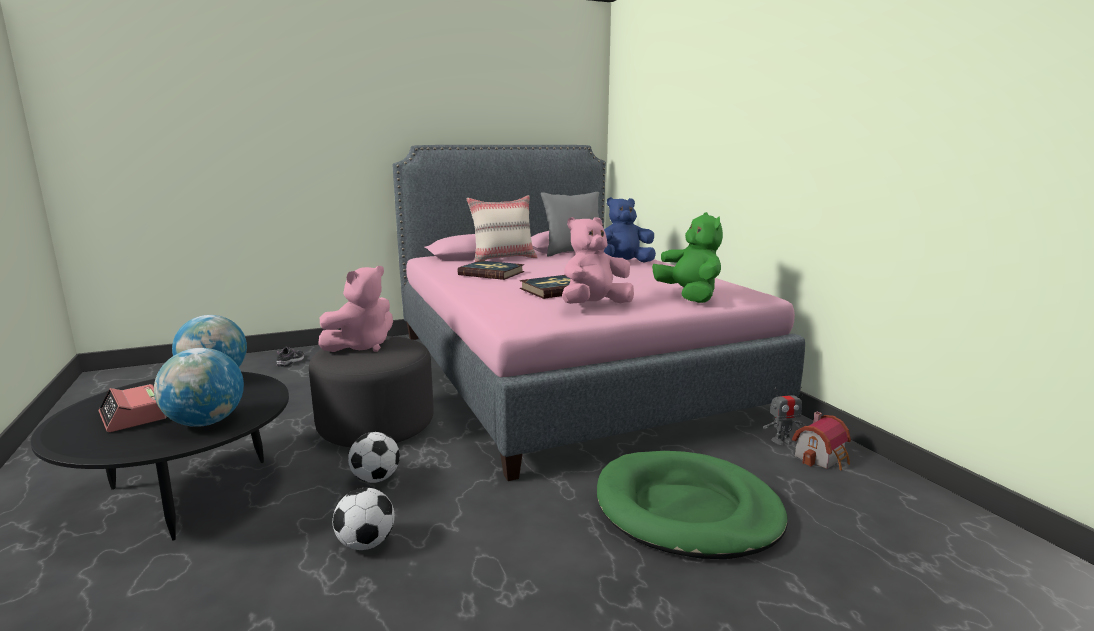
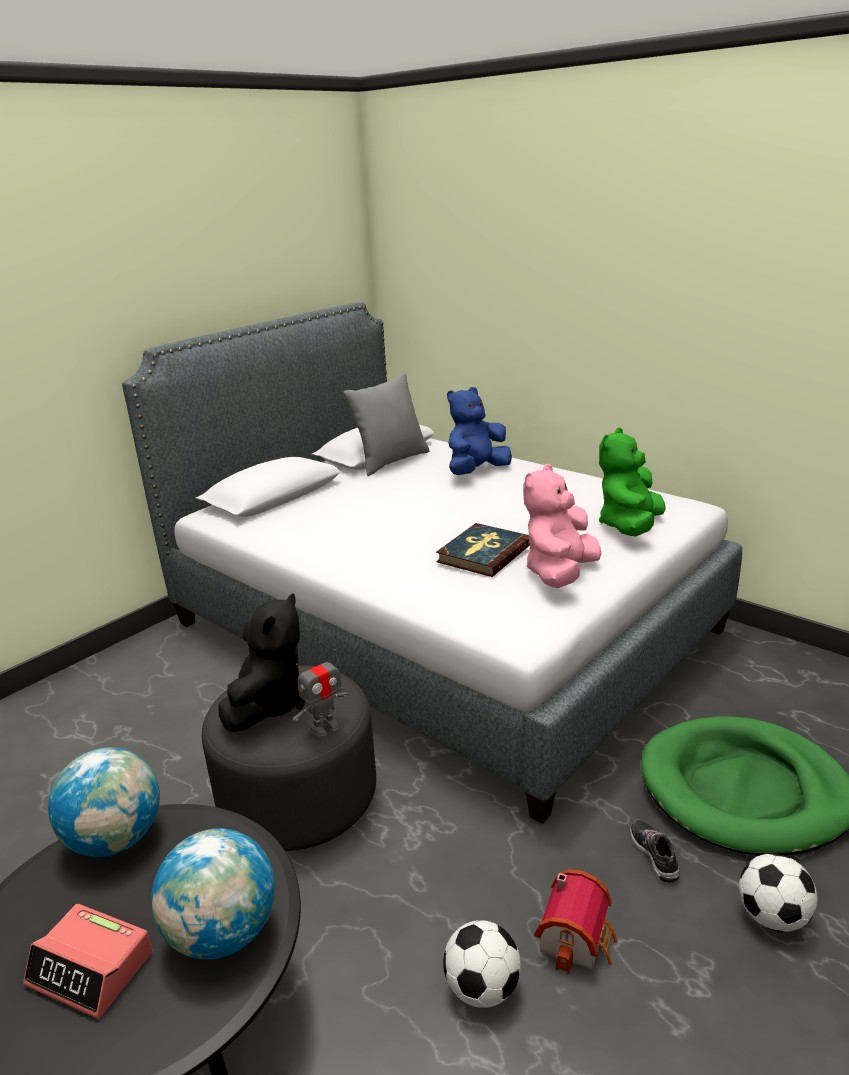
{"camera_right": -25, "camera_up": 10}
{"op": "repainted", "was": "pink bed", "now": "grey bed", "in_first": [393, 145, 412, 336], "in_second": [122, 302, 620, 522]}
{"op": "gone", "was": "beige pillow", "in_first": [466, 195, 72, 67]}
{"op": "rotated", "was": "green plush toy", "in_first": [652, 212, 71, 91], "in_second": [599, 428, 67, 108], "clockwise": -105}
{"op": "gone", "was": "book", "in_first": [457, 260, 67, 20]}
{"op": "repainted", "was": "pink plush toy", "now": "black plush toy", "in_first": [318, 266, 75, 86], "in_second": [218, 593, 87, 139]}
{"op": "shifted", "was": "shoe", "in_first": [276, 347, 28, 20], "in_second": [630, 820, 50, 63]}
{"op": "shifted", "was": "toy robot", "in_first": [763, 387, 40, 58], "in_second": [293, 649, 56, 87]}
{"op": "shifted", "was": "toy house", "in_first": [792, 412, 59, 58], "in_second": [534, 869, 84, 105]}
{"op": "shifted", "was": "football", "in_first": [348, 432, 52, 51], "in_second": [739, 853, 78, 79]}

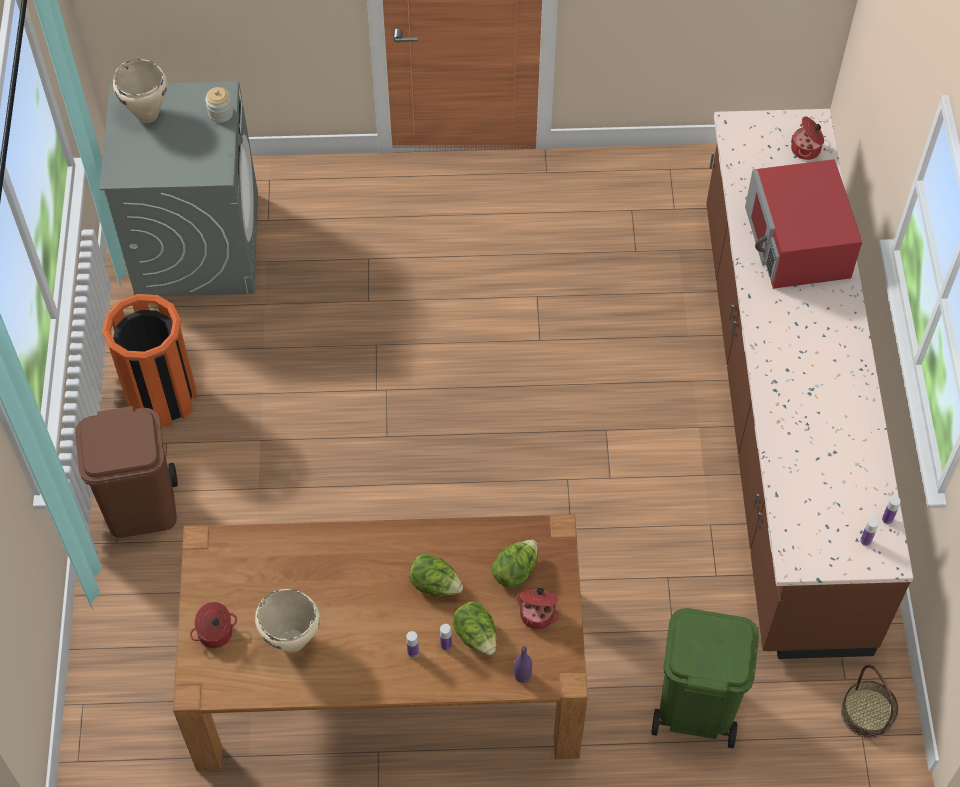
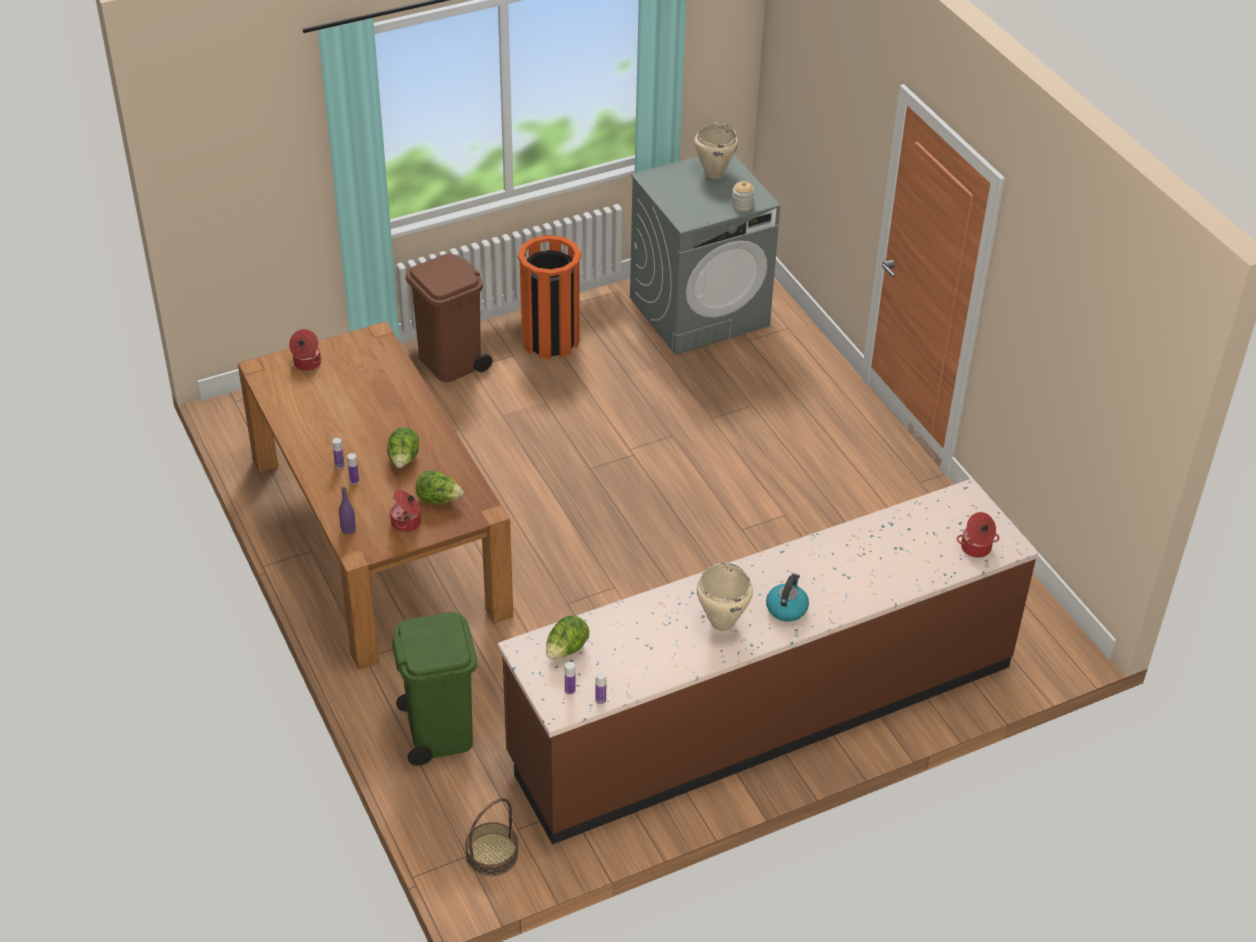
{"camera_right": 65, "camera_up": -15}
{"op": "gone", "was": "red microwave", "in_first": [745, 159, 117, 130]}
{"op": "shifted", "was": "beige cooking pot", "in_first": [255, 589, 65, 64], "in_second": [697, 563, 56, 68]}
{"op": "shifted", "was": "lettuce", "in_first": [453, 601, 44, 54], "in_second": [546, 616, 43, 43]}
{"op": "new", "now": "kettle", "in_second": [766, 573, 43, 49]}

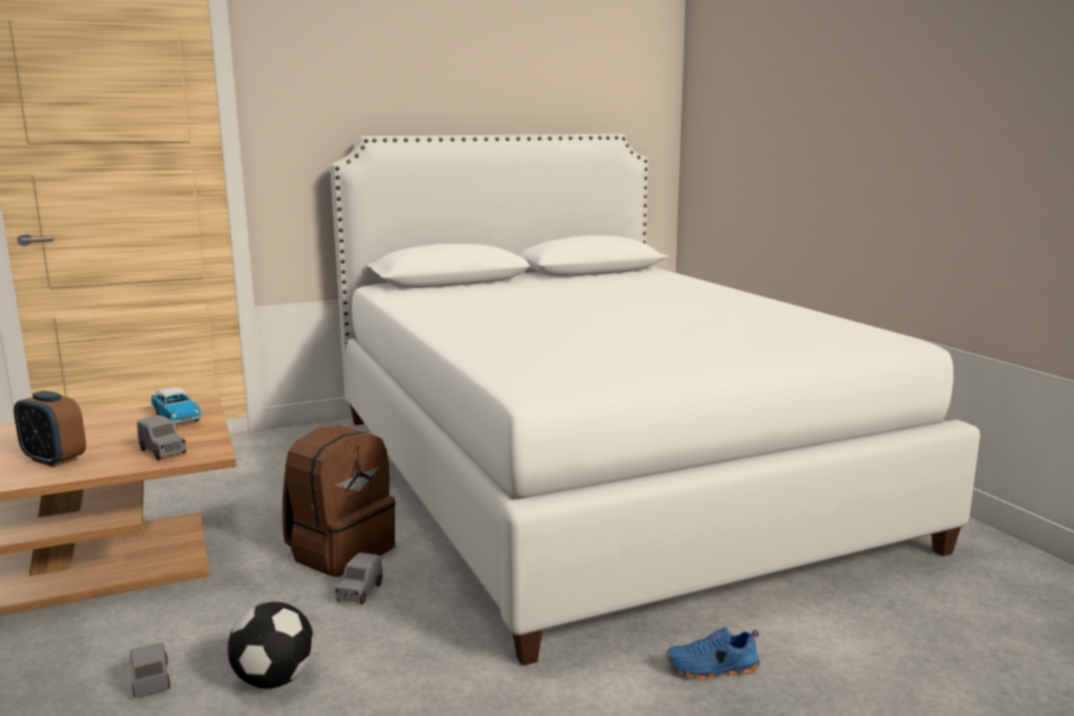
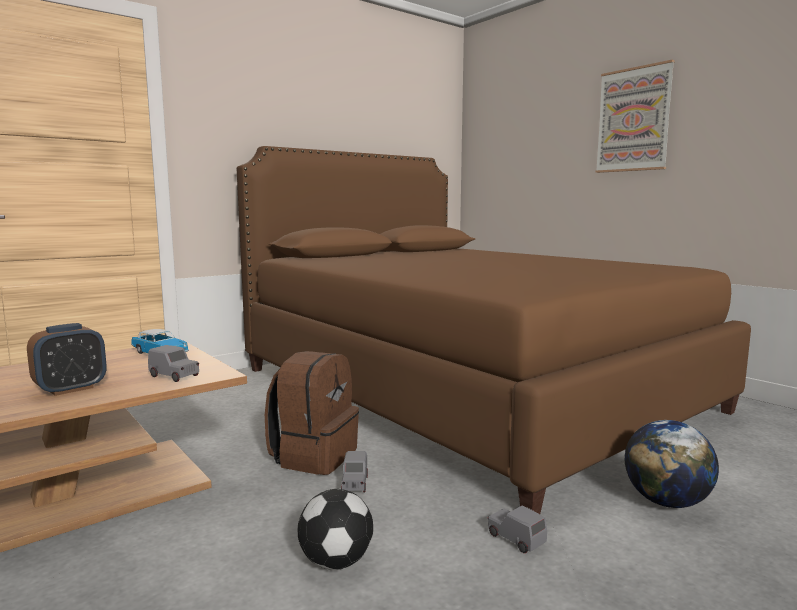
{"camera_right": -15, "camera_up": -5}
{"op": "repainted", "was": "white bed", "now": "brown bed", "in_first": [330, 134, 650, 532], "in_second": [237, 146, 514, 368]}
{"op": "rotated", "was": "alarm clock", "in_first": [14, 391, 72, 76], "in_second": [27, 323, 80, 73], "clockwise": -60}
{"op": "swapped", "was": "blue shoe", "now": "globe", "in_first": [666, 627, 94, 53], "in_second": [625, 420, 94, 88]}
{"op": "shifted", "was": "grey toy car", "in_first": [130, 642, 40, 55], "in_second": [488, 505, 59, 48]}
{"op": "new", "now": "picture", "in_second": [595, 60, 80, 113]}

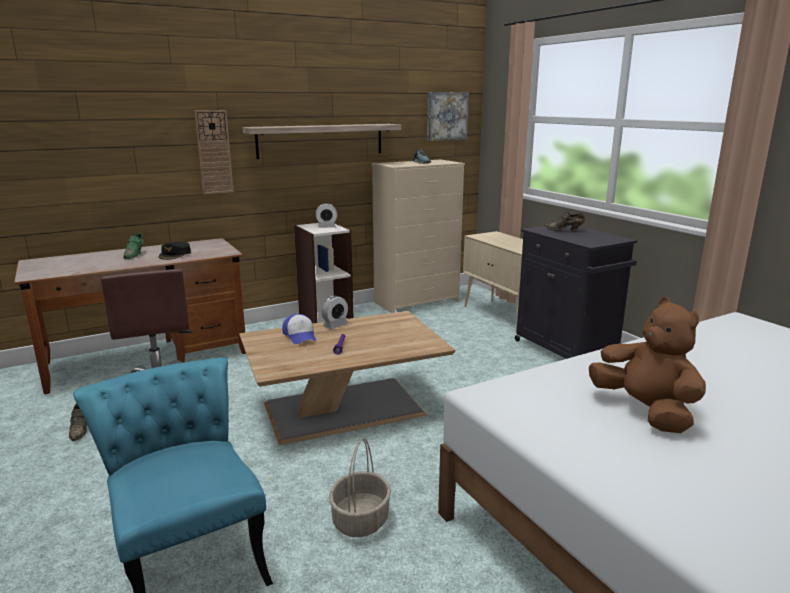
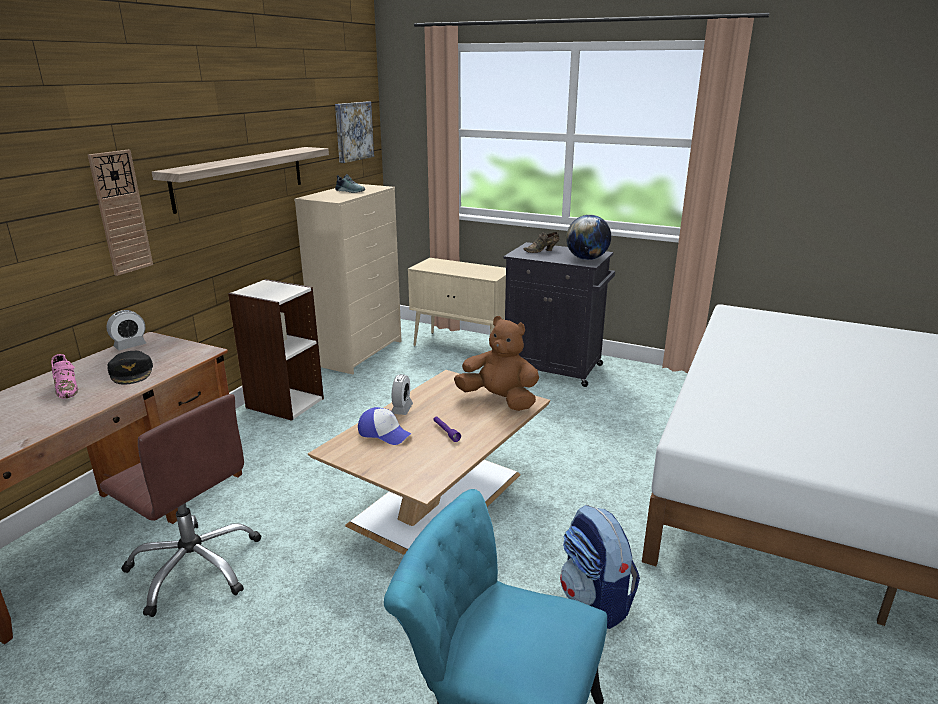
{"camera_right": -35, "camera_up": 5}
{"op": "shifted", "was": "alarm clock", "in_first": [315, 203, 22, 25], "in_second": [106, 310, 40, 40]}
{"op": "repainted", "was": "green shoe", "now": "pink shoe", "in_first": [123, 233, 21, 26], "in_second": [51, 354, 27, 45]}
{"op": "shifted", "was": "brown plush toy", "in_first": [589, 297, 117, 136], "in_second": [454, 316, 85, 95]}
{"op": "gone", "was": "brown shoe", "in_first": [69, 403, 18, 38]}
{"op": "swapped", "was": "basket", "now": "backpack", "in_first": [329, 438, 62, 99], "in_second": [560, 505, 80, 124]}
{"op": "new", "now": "globe", "in_second": [566, 215, 45, 45]}

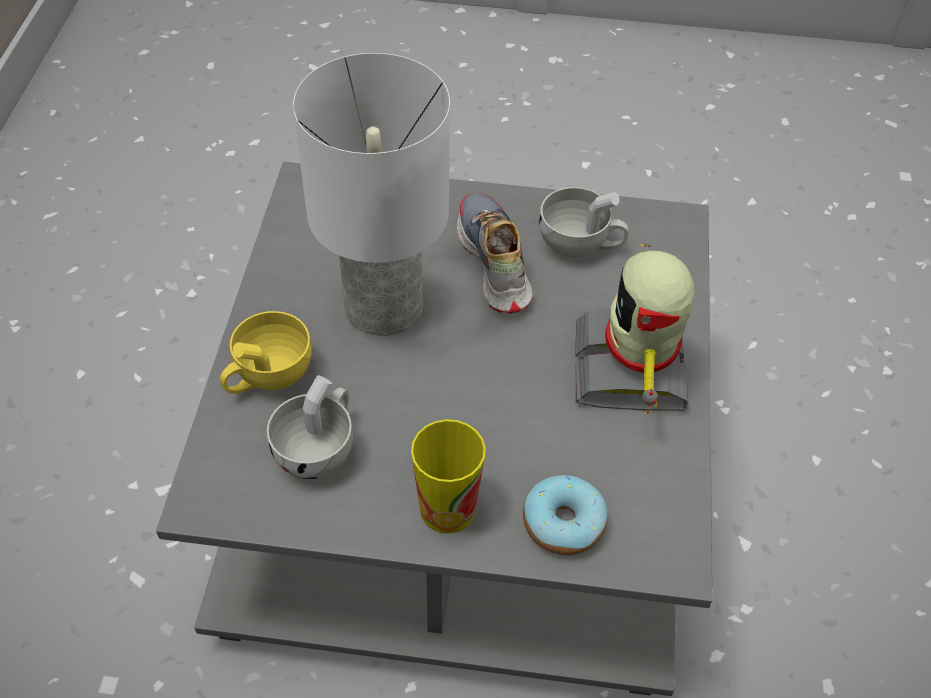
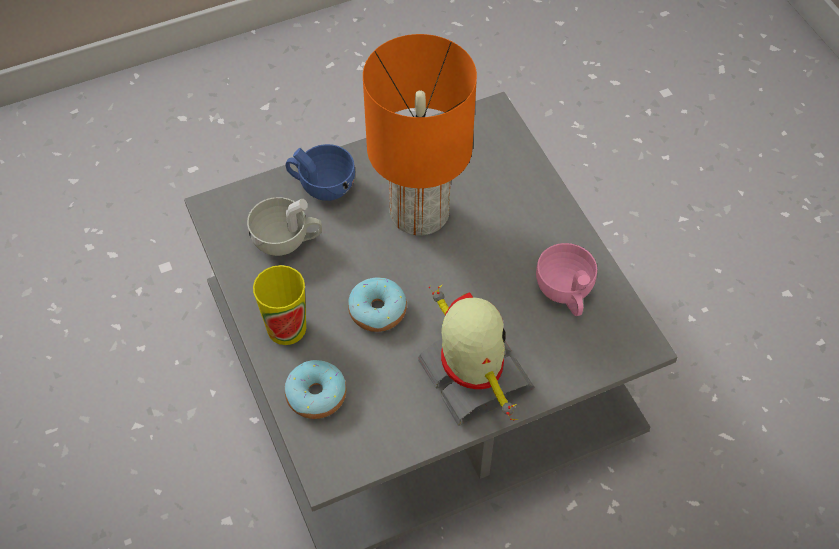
{"camera_right": 60, "camera_up": 5}
{"op": "repainted", "was": "white table lamp", "now": "orange table lamp", "in_first": [293, 53, 157, 283], "in_second": [363, 34, 114, 202]}
{"op": "repainted", "was": "white cup", "now": "pink cup", "in_first": [539, 187, 90, 71], "in_second": [536, 243, 61, 73]}
{"op": "gone", "was": "shoe", "in_first": [457, 193, 76, 121]}
{"op": "rotated", "was": "toy robot", "in_first": [575, 243, 120, 171], "in_second": [418, 284, 116, 142], "clockwise": 90}
{"op": "repainted", "was": "yellow cup", "now": "blue cup", "in_first": [220, 311, 92, 83], "in_second": [286, 144, 69, 57]}
{"op": "new", "now": "donut", "in_second": [348, 277, 59, 55]}

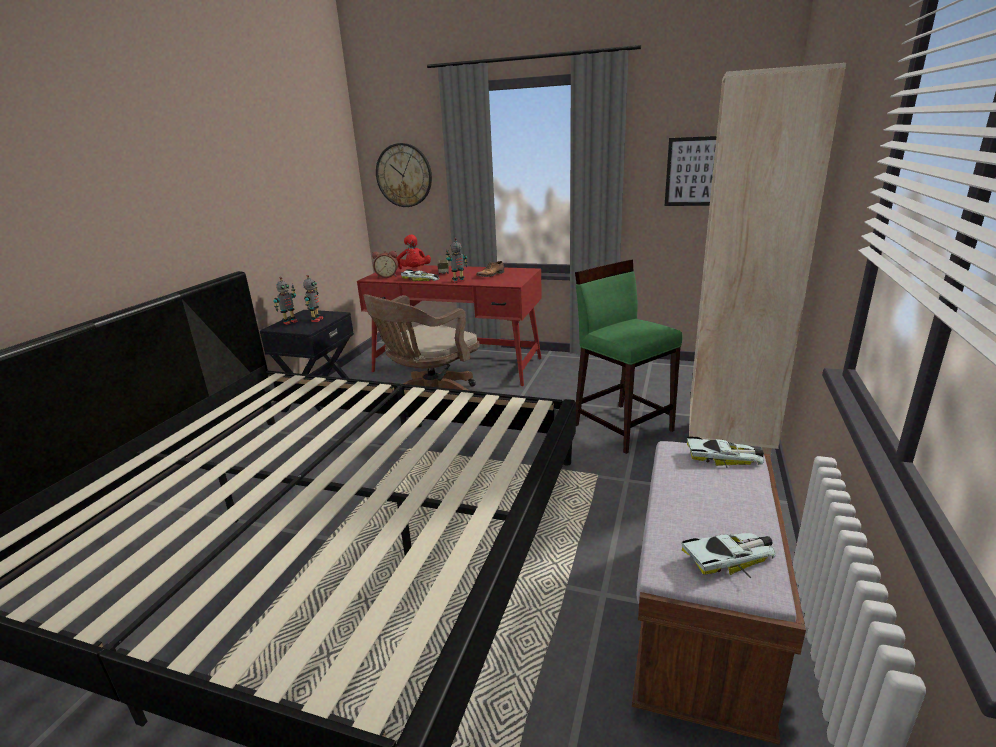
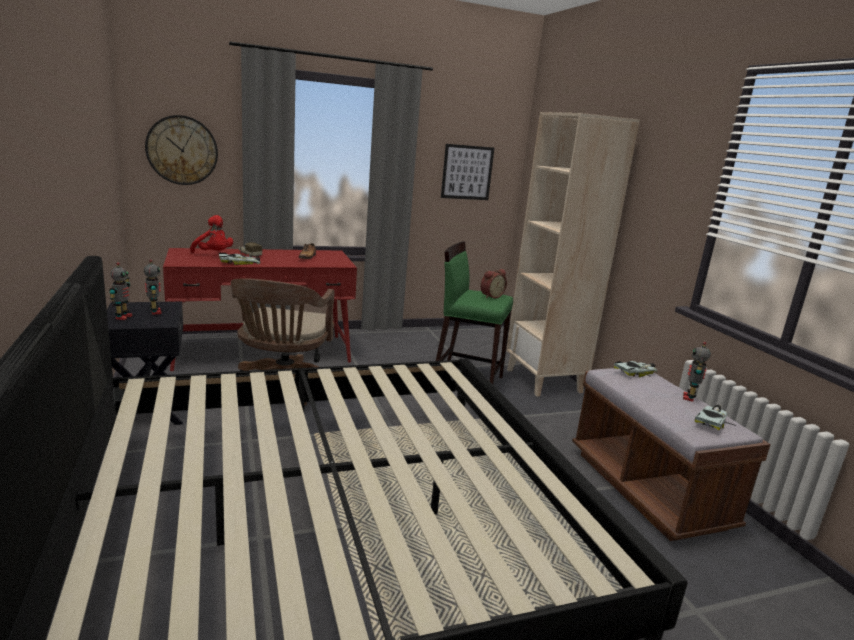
{"camera_right": -40, "camera_up": -5}
{"op": "shifted", "was": "toy robot", "in_first": [446, 238, 22, 45], "in_second": [683, 342, 28, 60]}
{"op": "shifted", "was": "alarm clock", "in_first": [372, 251, 26, 27], "in_second": [481, 269, 26, 29]}

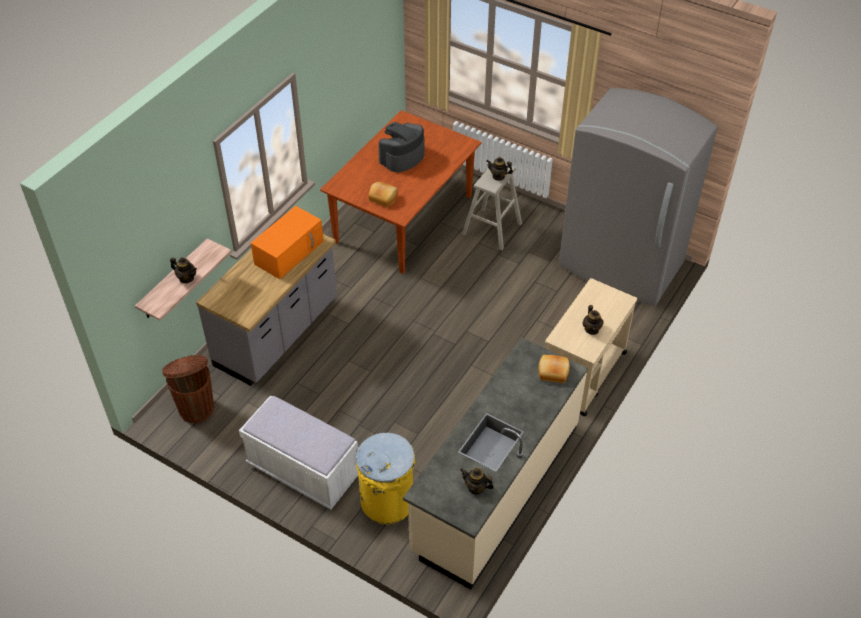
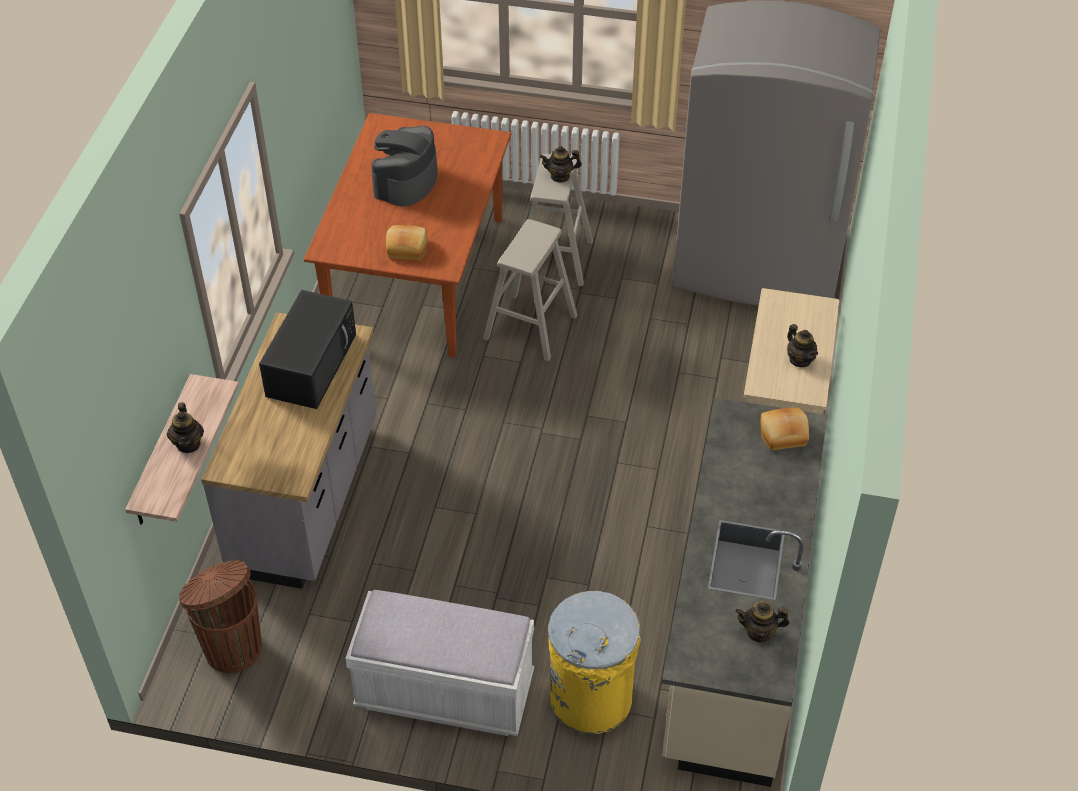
{"camera_right": -20, "camera_up": 0}
{"op": "repainted", "was": "orange microwave", "now": "black microwave", "in_first": [251, 206, 73, 73], "in_second": [259, 290, 97, 119]}
{"op": "rotated", "was": "teapot", "in_first": [170, 257, 27, 26], "in_second": [167, 402, 37, 51], "clockwise": 75}
{"op": "new", "now": "beige stool", "in_second": [483, 219, 95, 142]}

